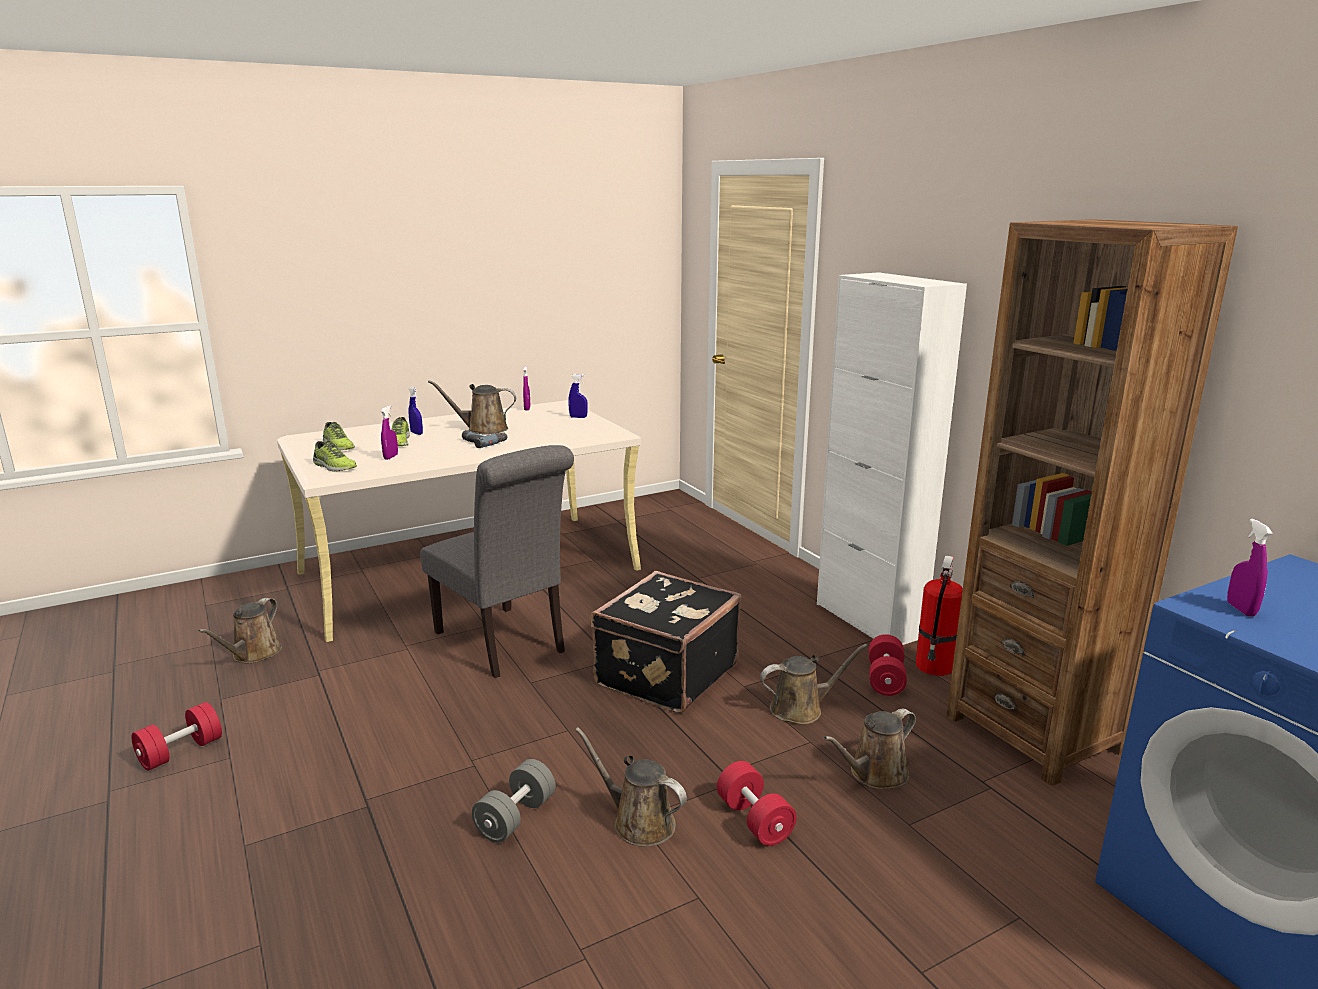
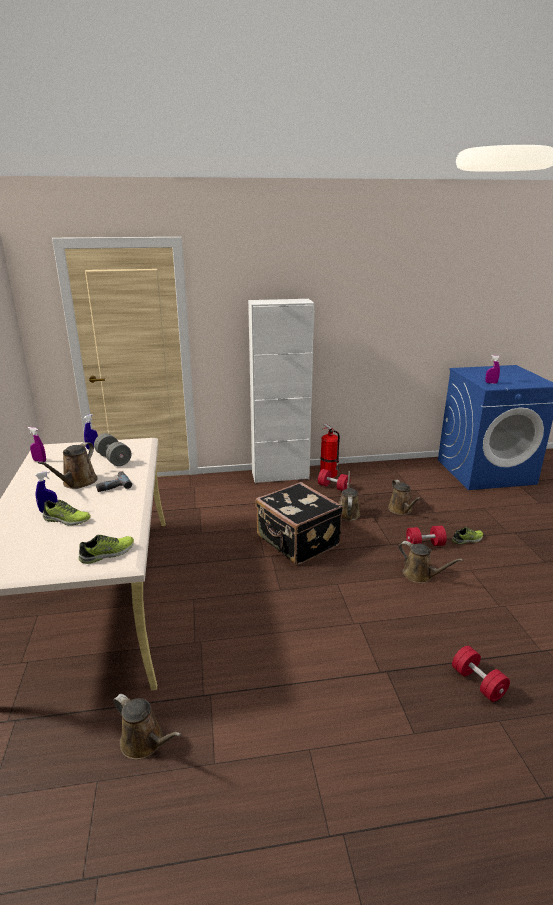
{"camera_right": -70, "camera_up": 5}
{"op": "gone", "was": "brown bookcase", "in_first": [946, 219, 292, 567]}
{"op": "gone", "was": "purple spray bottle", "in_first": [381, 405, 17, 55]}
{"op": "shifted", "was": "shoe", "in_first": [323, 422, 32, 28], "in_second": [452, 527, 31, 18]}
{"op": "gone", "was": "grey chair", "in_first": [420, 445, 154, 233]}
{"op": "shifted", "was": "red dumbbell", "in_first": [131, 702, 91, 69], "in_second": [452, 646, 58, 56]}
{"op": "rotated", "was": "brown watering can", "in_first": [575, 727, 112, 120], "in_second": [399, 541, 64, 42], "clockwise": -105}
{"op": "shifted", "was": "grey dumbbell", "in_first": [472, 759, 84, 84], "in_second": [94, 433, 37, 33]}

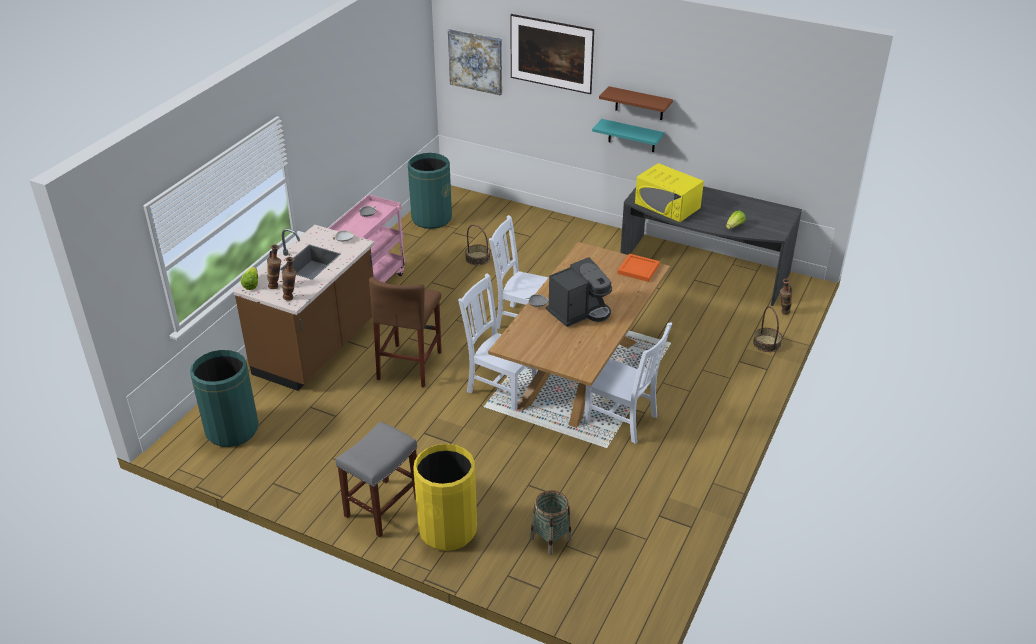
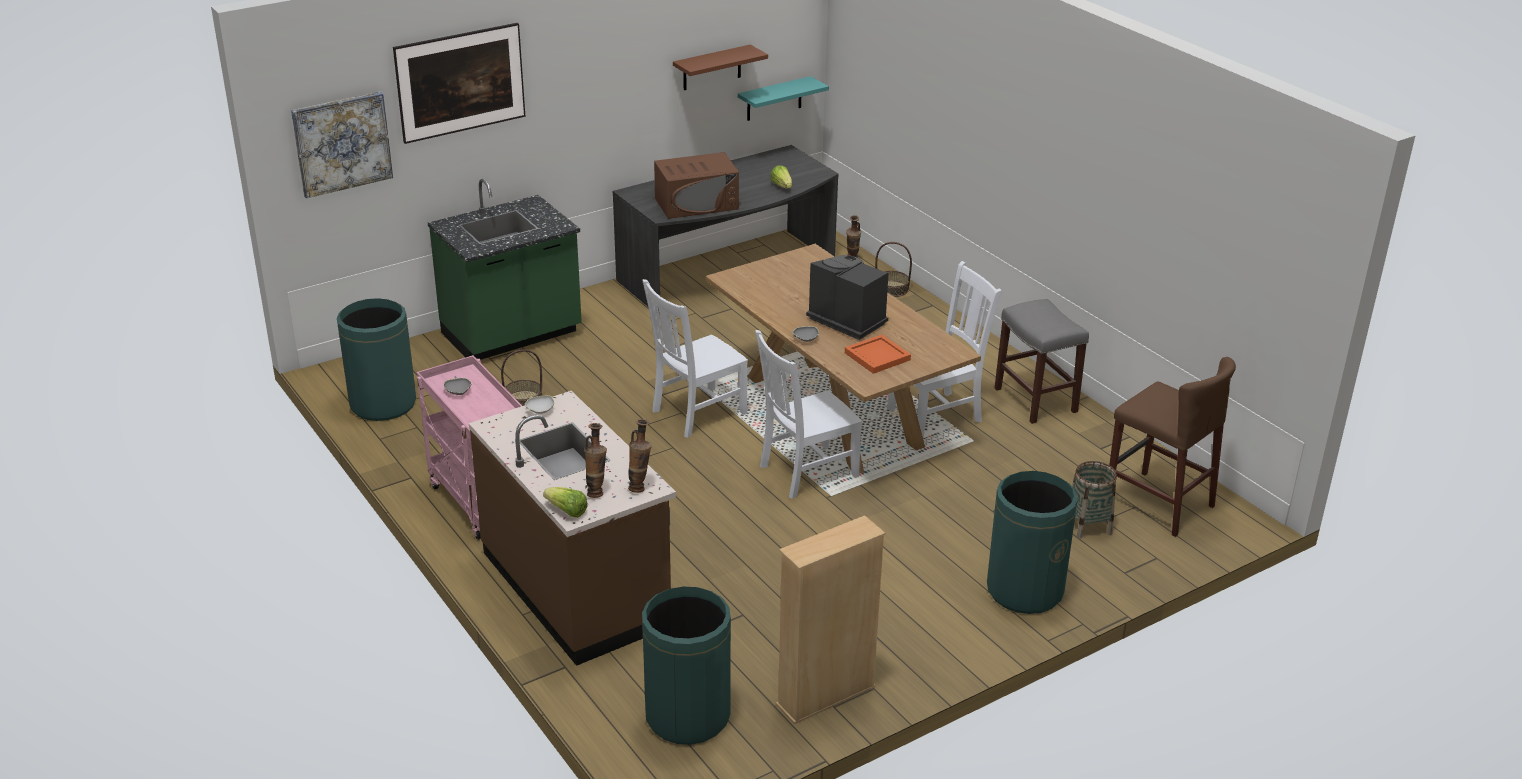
{"camera_right": -60, "camera_up": -5}
{"op": "shifted", "was": "brown shelf", "in_first": [599, 86, 74, 34], "in_second": [673, 45, 95, 45]}
{"op": "shifted", "was": "turquoise shelf", "in_first": [592, 119, 72, 33], "in_second": [738, 76, 91, 45]}
{"op": "repainted", "was": "yellow microwave", "now": "brown microwave", "in_first": [635, 163, 69, 59], "in_second": [654, 152, 85, 67]}
{"op": "shifted", "was": "orange tray", "in_first": [618, 254, 42, 28], "in_second": [845, 335, 66, 39]}
{"op": "rotated", "was": "coffee machine", "in_first": [546, 257, 66, 70], "in_second": [806, 255, 83, 85], "clockwise": -45}
{"op": "shifted", "was": "brown stool", "in_first": [369, 277, 72, 111], "in_second": [1109, 357, 127, 180]}
{"op": "shifted", "was": "grey stool", "in_first": [336, 422, 81, 115], "in_second": [995, 299, 94, 125]}
{"op": "repainted", "was": "yellow trash can", "now": "green trash can", "in_first": [413, 444, 64, 107], "in_second": [987, 471, 91, 143]}
{"op": "new", "now": "green counter", "in_second": [428, 179, 154, 181]}
{"op": "new", "now": "beige bookcase", "in_second": [776, 515, 109, 209]}

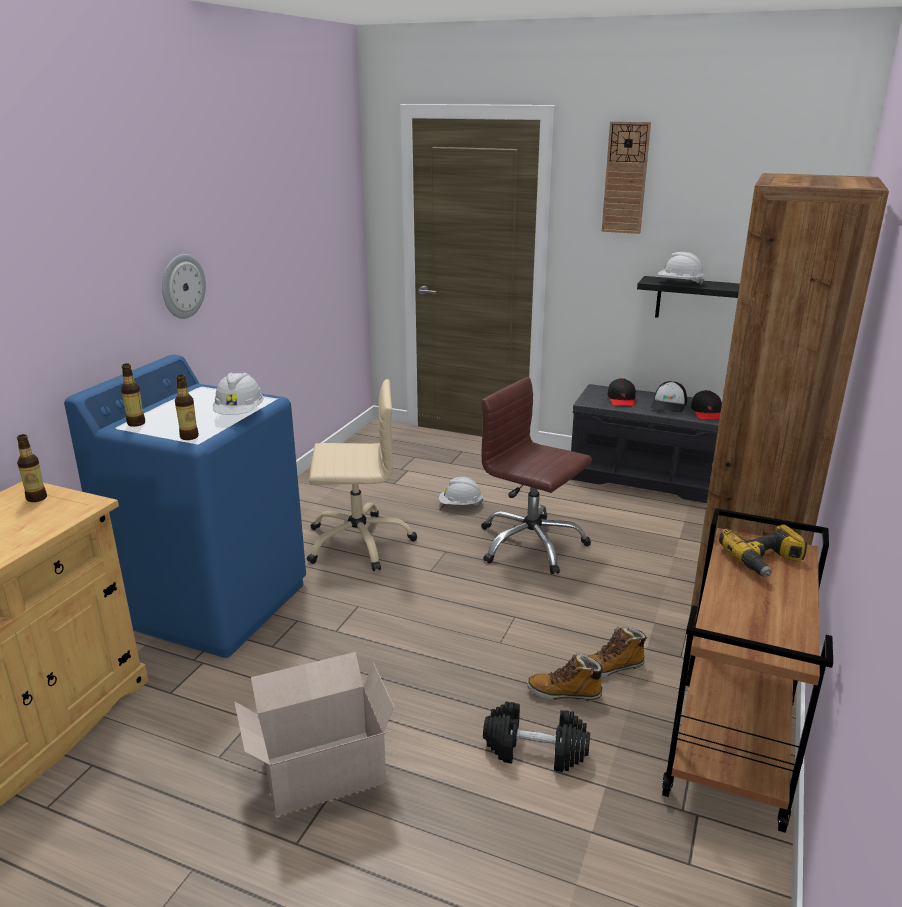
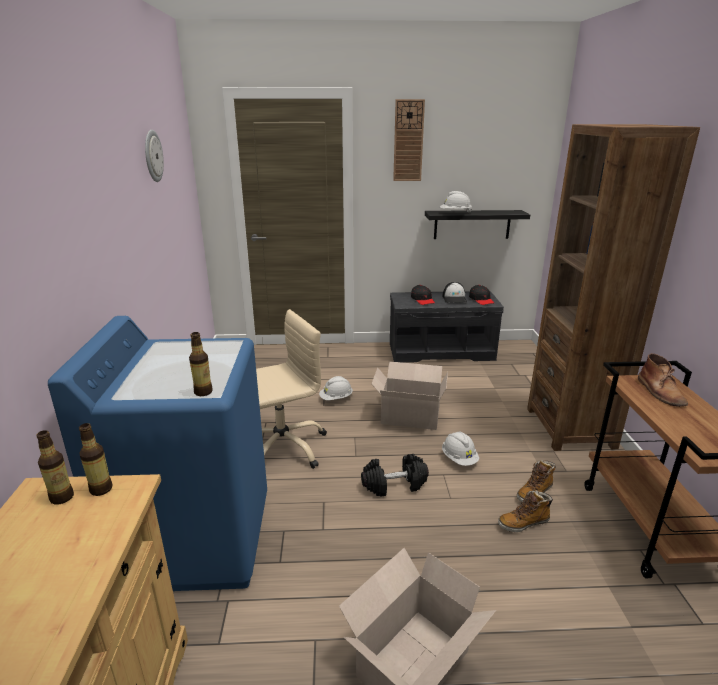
{"camera_right": -25, "camera_up": 0}
{"op": "shifted", "was": "wall clock", "in_first": [162, 254, 44, 65], "in_second": [145, 130, 19, 52]}
{"op": "shifted", "was": "bottle", "in_first": [121, 363, 24, 64], "in_second": [79, 423, 34, 73]}
{"op": "shifted", "was": "white hard hat", "in_first": [213, 373, 51, 42], "in_second": [442, 431, 37, 35]}
{"op": "swapped", "was": "brown office chair", "now": "cardboard box", "in_first": [481, 377, 111, 197], "in_second": [372, 361, 76, 69]}
{"op": "swapped", "was": "power drill", "now": "brown boot", "in_first": [719, 524, 88, 53], "in_second": [638, 353, 50, 54]}
{"op": "shifted", "was": "black dumbbell", "in_first": [483, 701, 107, 71], "in_second": [361, 454, 68, 43]}

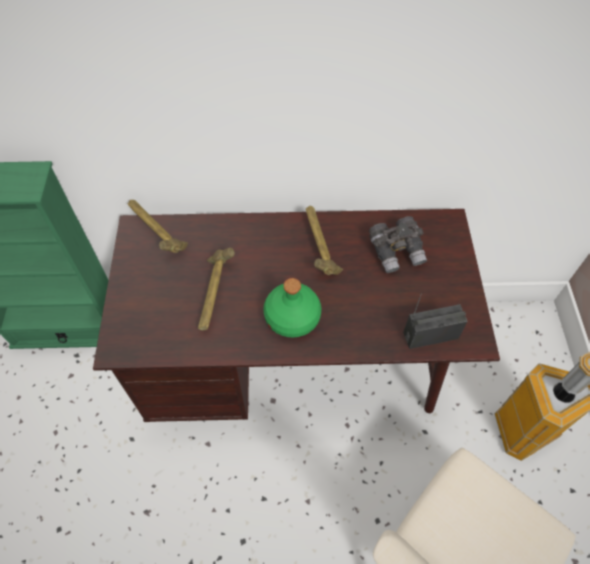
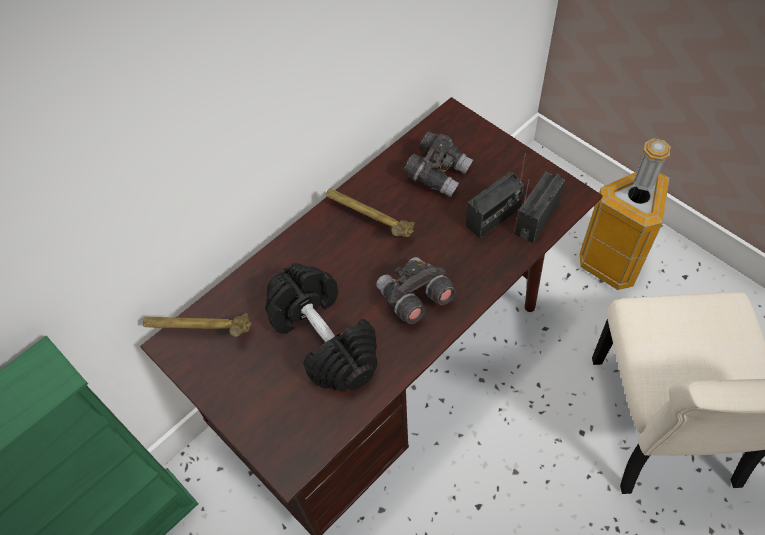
{"camera_right": -40, "camera_up": 0}
{"op": "swapped", "was": "hammer", "now": "black dumbbell", "in_first": [198, 248, 37, 82], "in_second": [265, 263, 112, 129]}
{"op": "swapped", "was": "green bottle", "now": "grey binoculars", "in_first": [263, 278, 58, 59], "in_second": [376, 257, 80, 67]}
{"op": "new", "now": "radio", "in_second": [466, 153, 60, 86]}

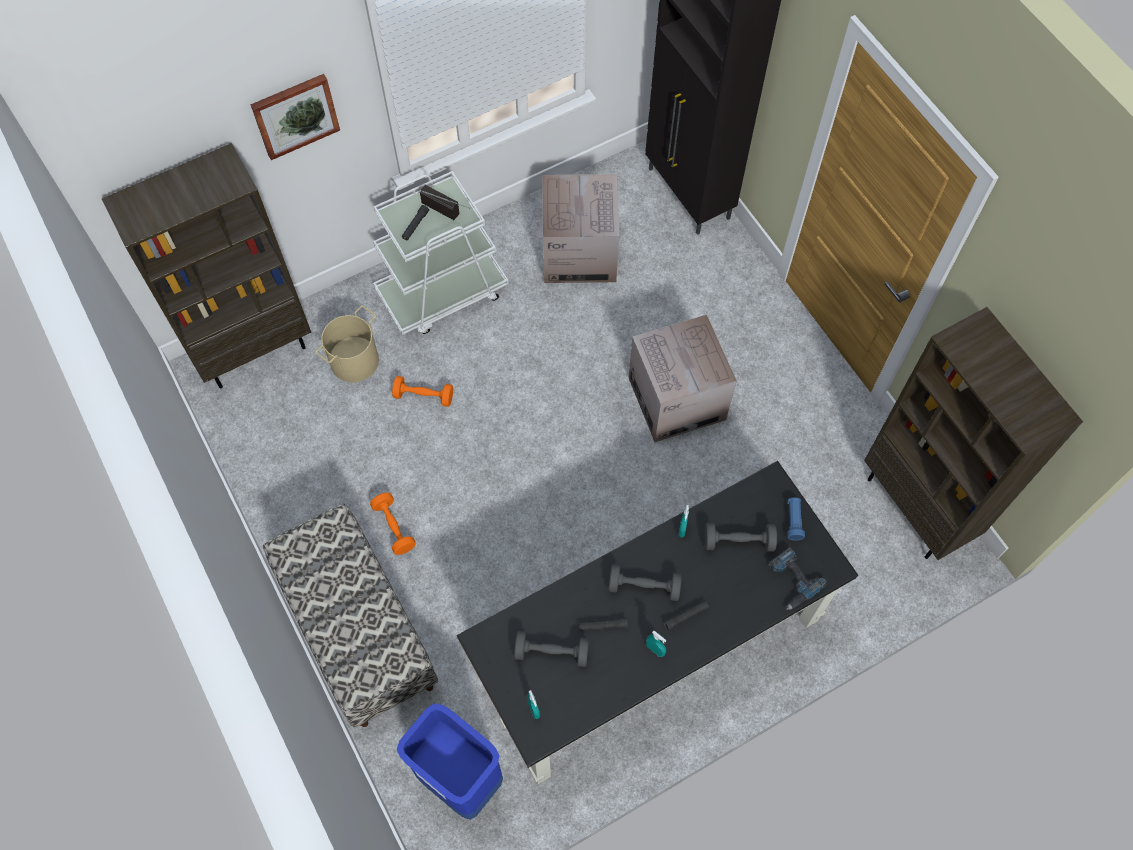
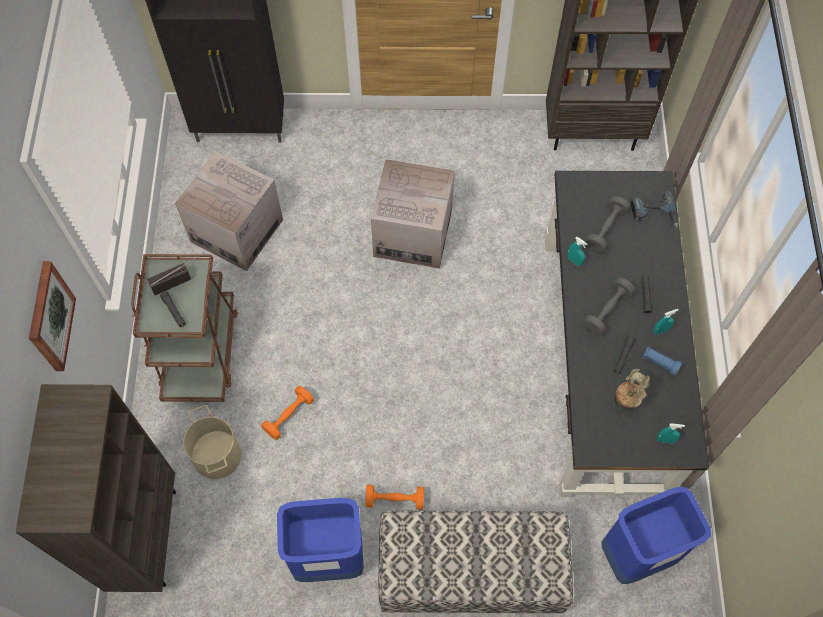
{"camera_right": -60, "camera_up": 0}
{"op": "repainted", "was": "white cart", "now": "brown cart", "in_first": [373, 171, 136, 164], "in_second": [131, 254, 107, 148]}
{"op": "shifted", "was": "blue flashlight", "in_first": [787, 497, 18, 43], "in_second": [643, 347, 39, 29]}
{"op": "swapped", "was": "grey dumbbell", "now": "potted plant", "in_first": [514, 631, 75, 36], "in_second": [615, 369, 35, 42]}
{"op": "new", "now": "blue trash can", "in_second": [277, 498, 87, 84]}

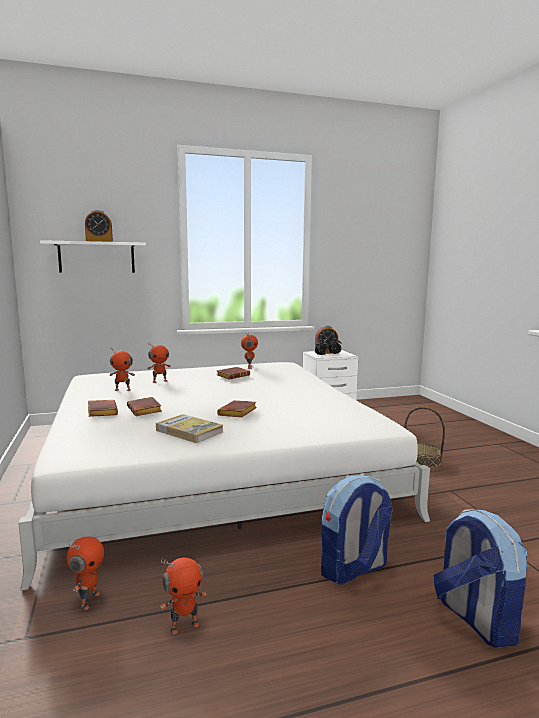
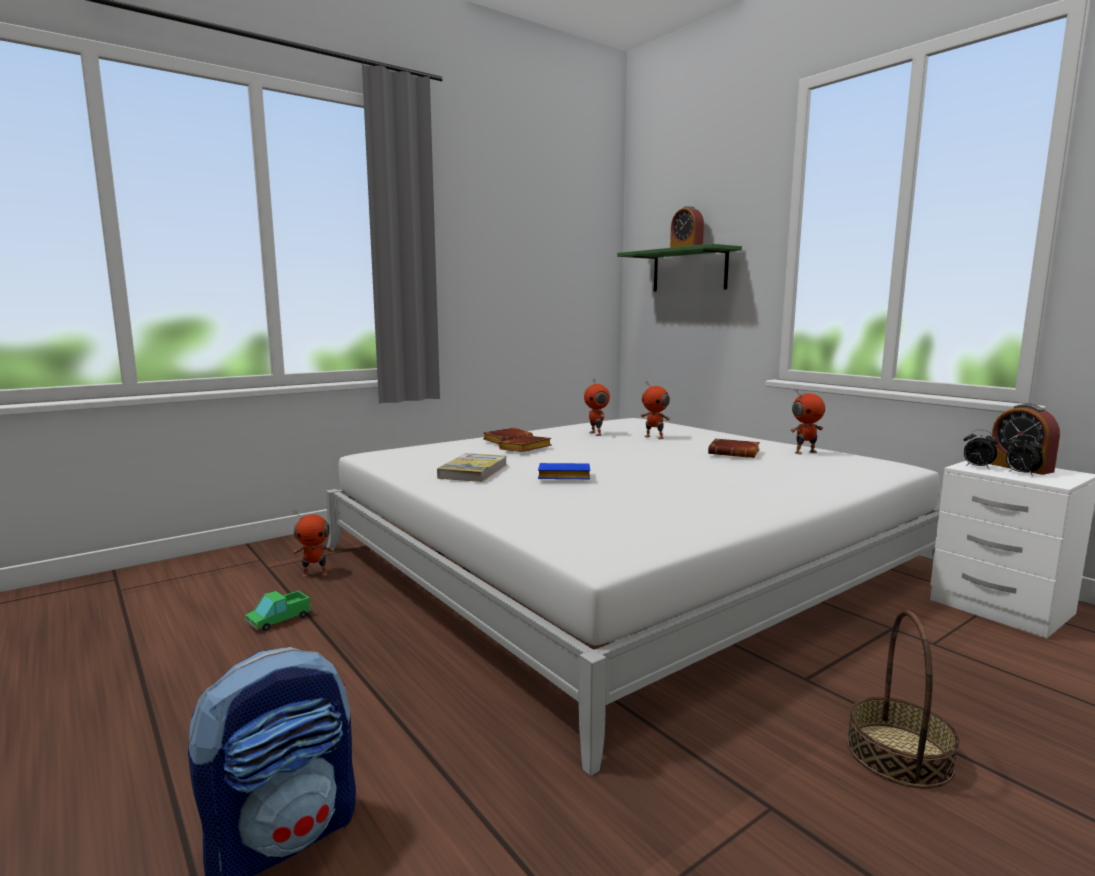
{"camera_right": 70, "camera_up": 0}
{"op": "repainted", "was": "white shelf", "now": "green shelf", "in_first": [40, 240, 106, 33], "in_second": [617, 244, 125, 47]}
{"op": "repainted", "was": "brown book", "now": "blue book", "in_first": [217, 400, 40, 17], "in_second": [538, 463, 52, 16]}
{"op": "gone", "was": "backpack", "in_first": [321, 475, 72, 110]}
{"op": "swapped", "was": "toy robot", "now": "toy truck", "in_first": [160, 557, 46, 77], "in_second": [245, 591, 67, 40]}

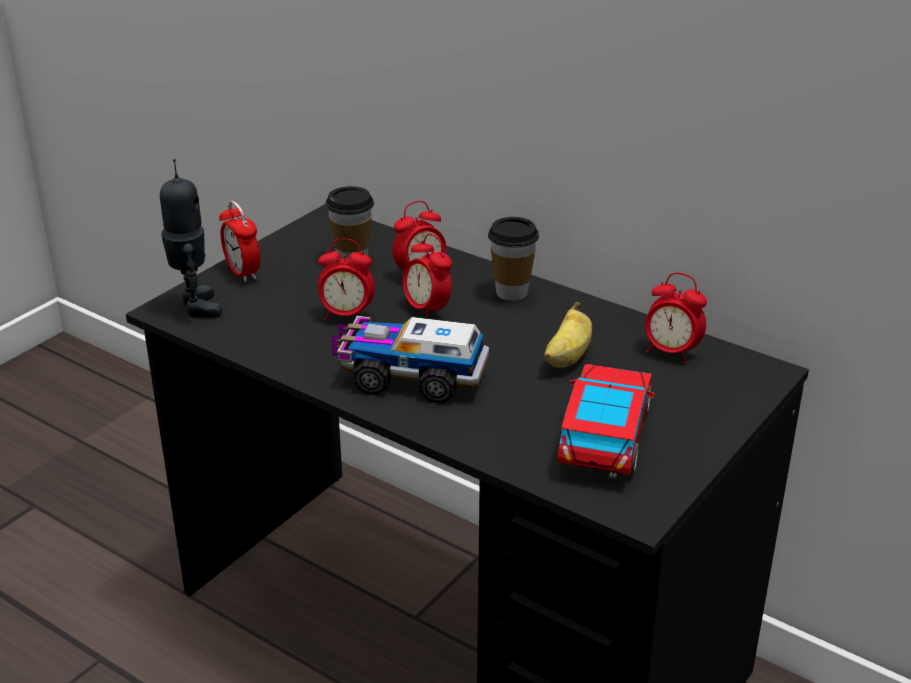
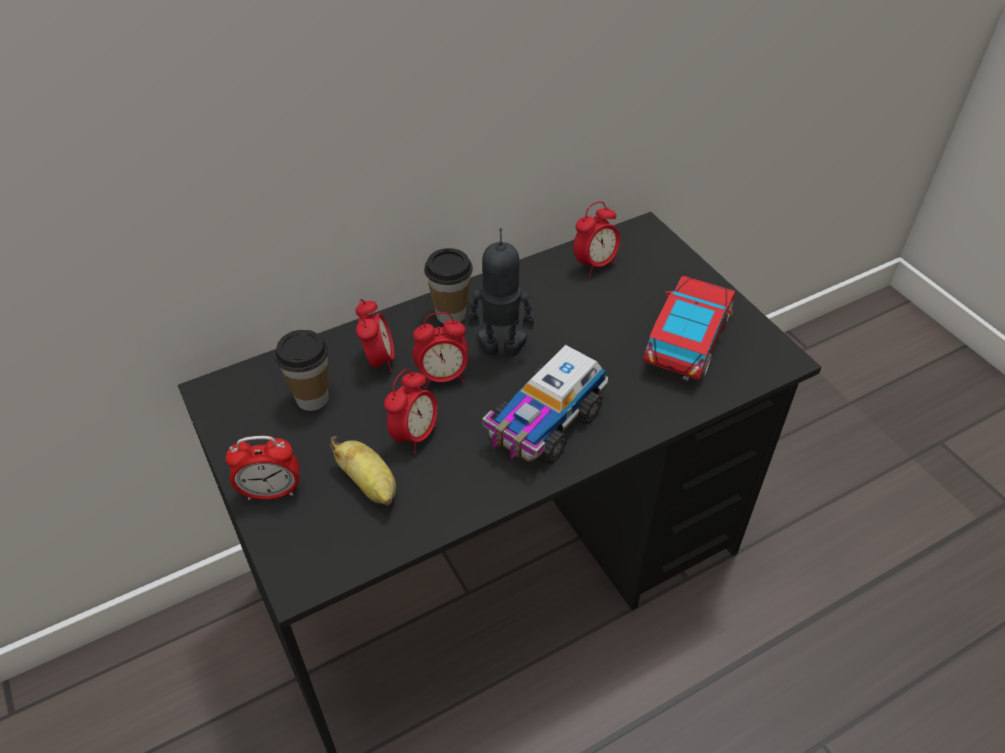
{"camera_right": -65, "camera_up": 15}
{"op": "shifted", "was": "toy robot", "in_first": [160, 159, 62, 159], "in_second": [468, 228, 66, 129]}
{"op": "shifted", "was": "banana", "in_first": [543, 302, 49, 66], "in_second": [330, 436, 66, 70]}
{"op": "rotated", "was": "toy car", "in_first": [558, 364, 97, 114], "in_second": [643, 276, 92, 105], "clockwise": 75}

